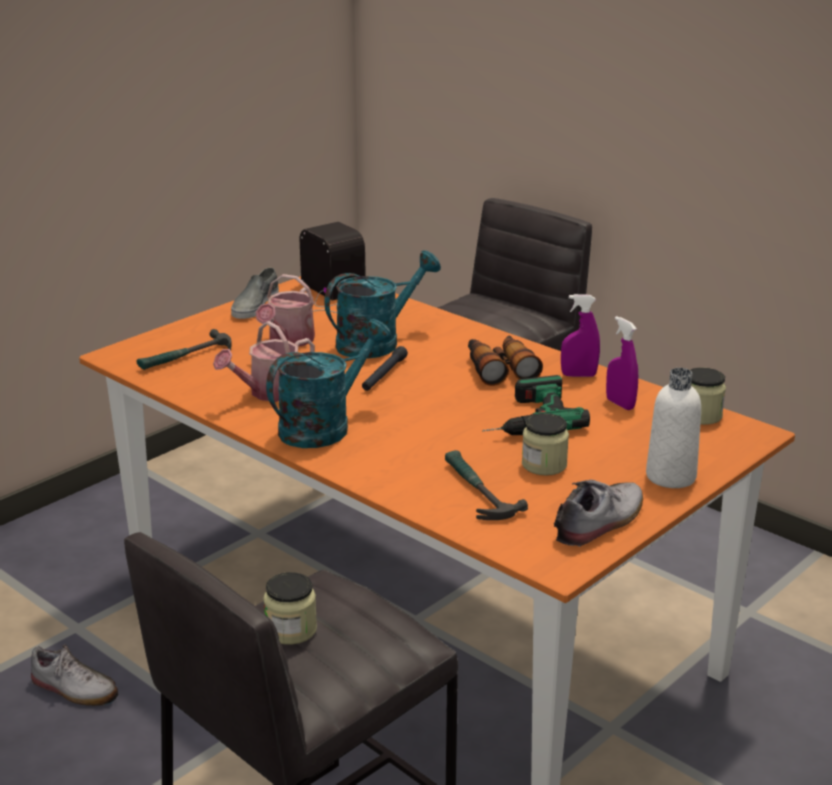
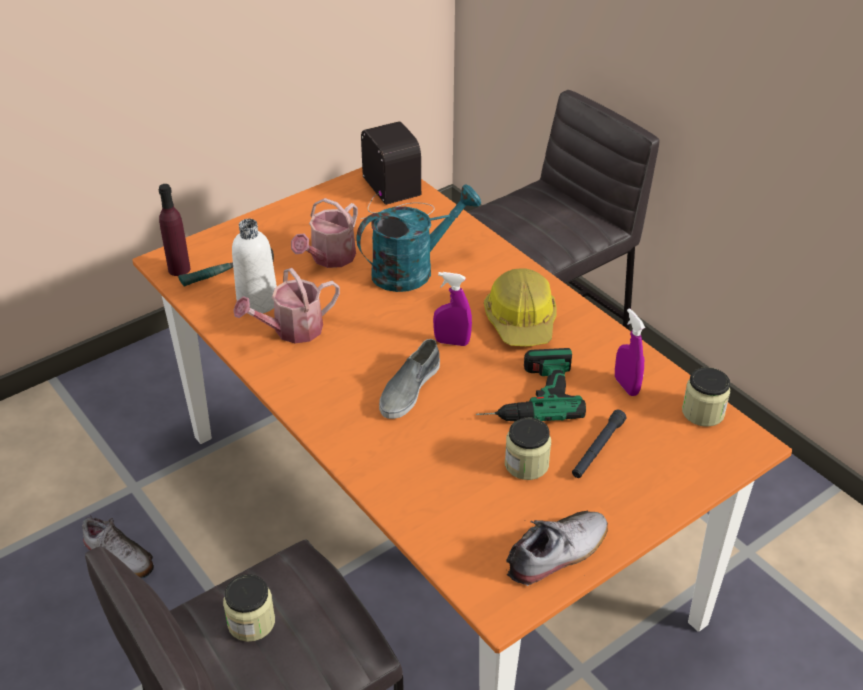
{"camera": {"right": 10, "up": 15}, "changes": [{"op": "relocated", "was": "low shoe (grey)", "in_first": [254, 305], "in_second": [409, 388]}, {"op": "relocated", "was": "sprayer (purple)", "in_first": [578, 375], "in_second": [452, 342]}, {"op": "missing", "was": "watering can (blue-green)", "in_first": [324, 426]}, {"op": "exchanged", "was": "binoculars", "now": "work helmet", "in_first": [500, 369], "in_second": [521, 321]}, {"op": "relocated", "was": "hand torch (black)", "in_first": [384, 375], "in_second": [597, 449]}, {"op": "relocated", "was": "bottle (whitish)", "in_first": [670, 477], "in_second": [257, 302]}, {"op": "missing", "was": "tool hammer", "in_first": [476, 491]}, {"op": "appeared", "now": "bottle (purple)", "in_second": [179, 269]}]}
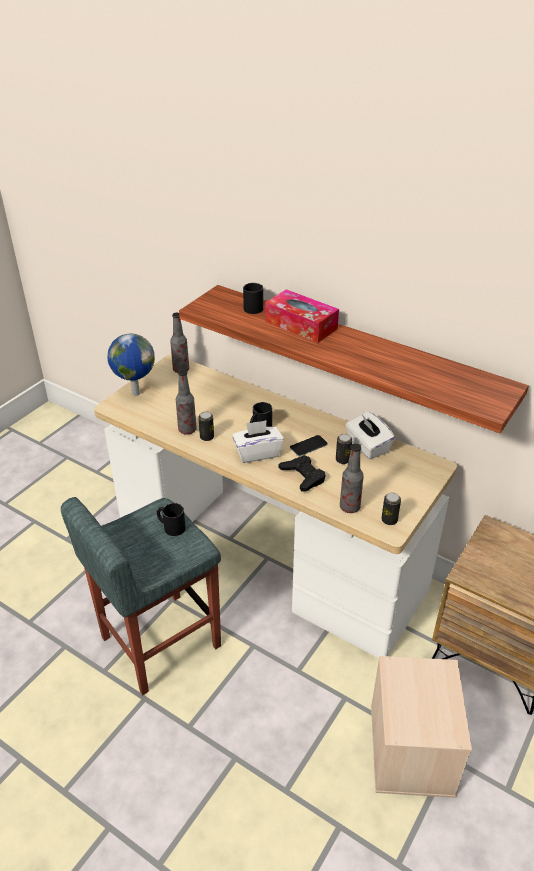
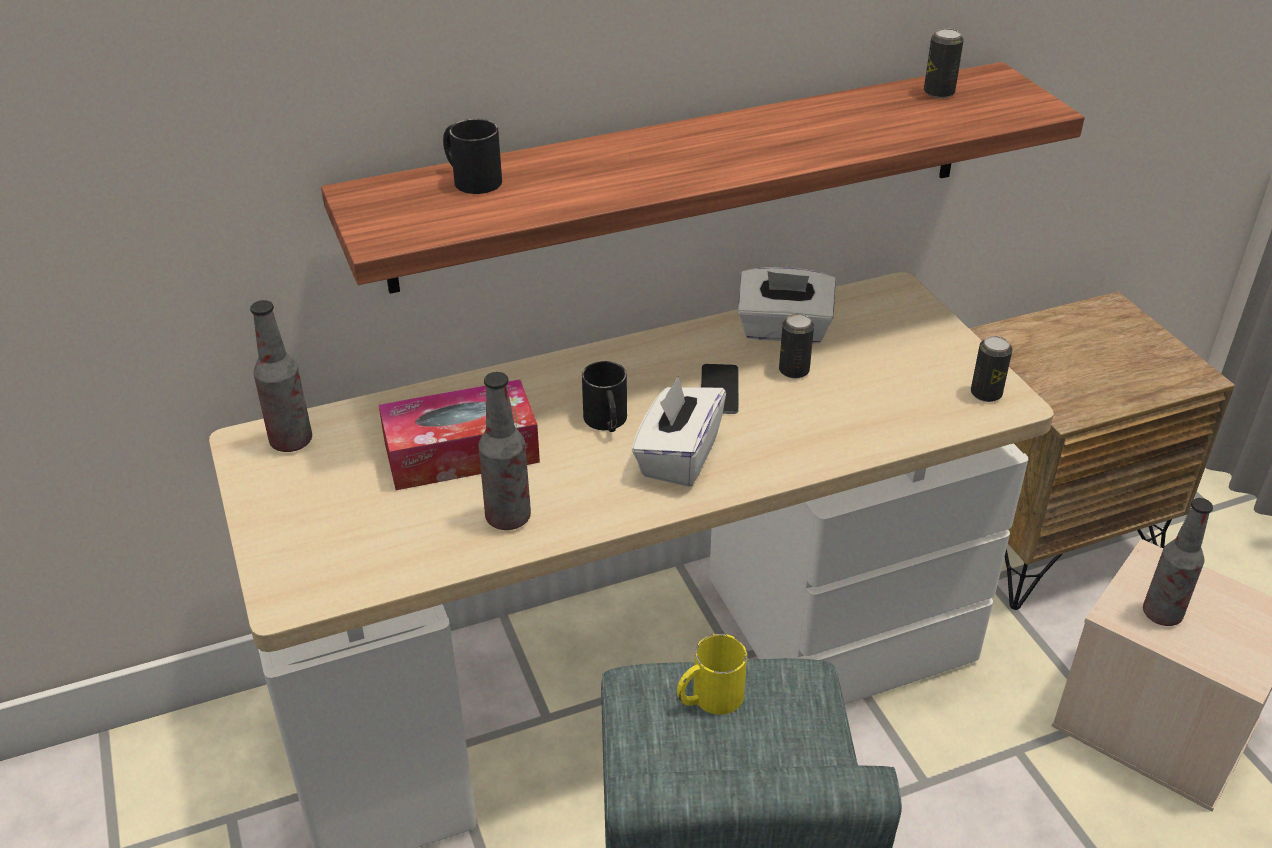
{"camera": {"right": -55, "up": 0}, "changes": [{"op": "relocated", "was": "box of tissues", "in_first": [301, 325], "in_second": [461, 452]}, {"op": "missing", "was": "globe", "in_first": [135, 393]}, {"op": "relocated", "was": "metal can", "in_first": [207, 437], "in_second": [939, 92]}, {"op": "relocated", "was": "bottle", "in_first": [349, 507], "in_second": [1161, 614]}, {"op": "missing", "was": "gamepad (black)", "in_first": [303, 476]}, {"op": "colour", "was": "coffee mug (black)", "now": "coffee mug (yellow)", "in_first": [171, 526], "in_second": [709, 698]}]}
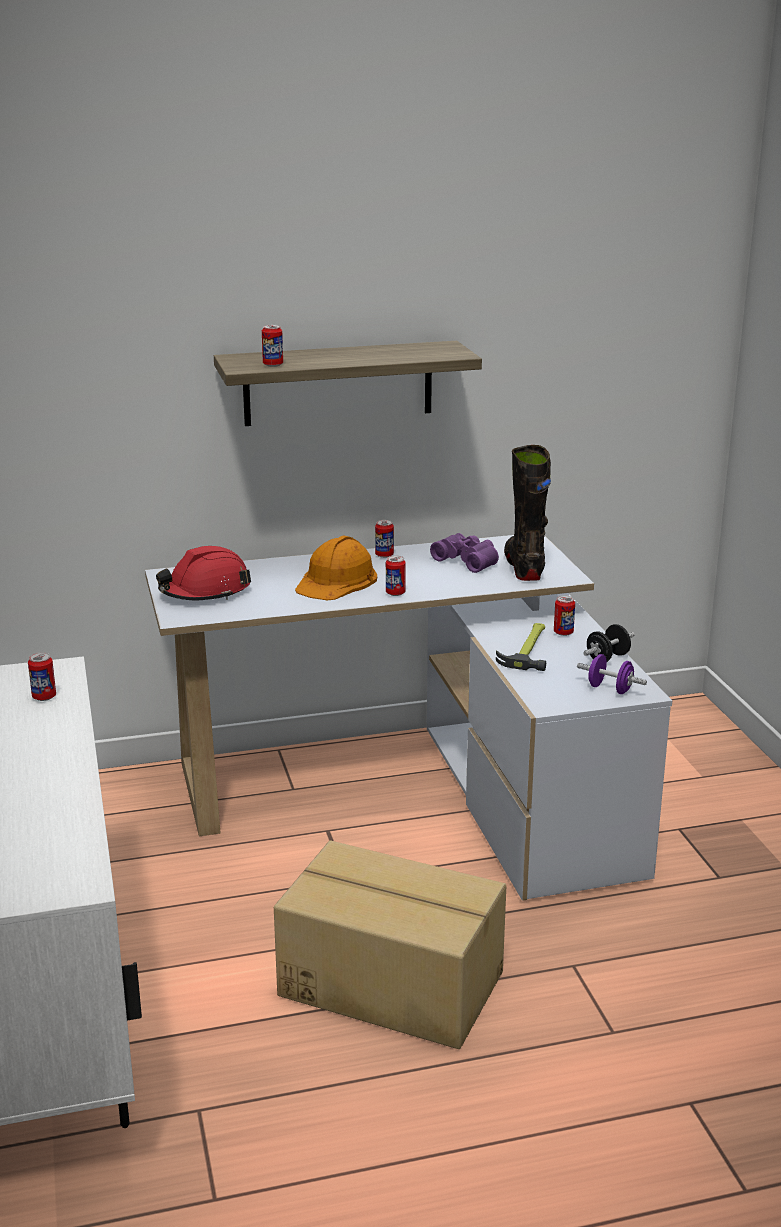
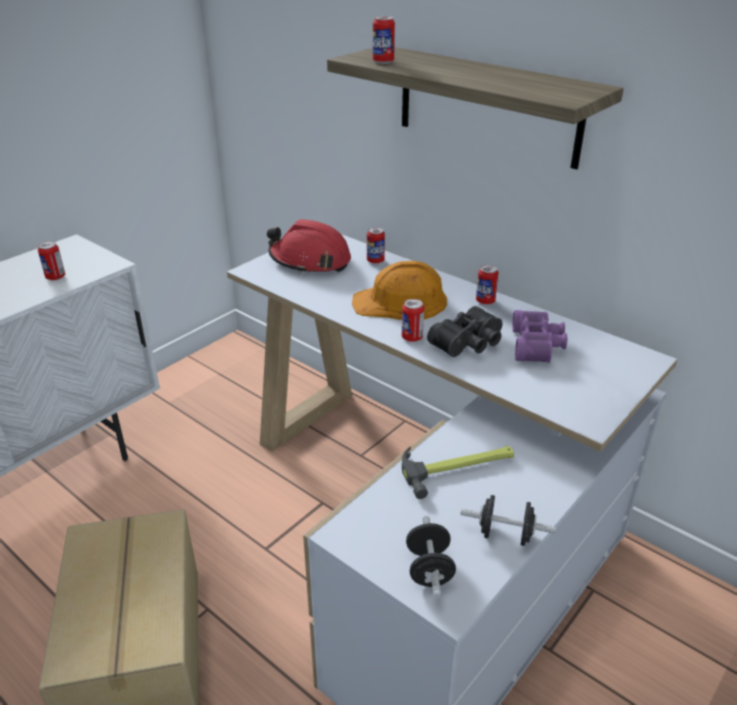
{"camera": {"right": 55, "up": 10}, "changes": [{"op": "missing", "was": "tall boot (black)", "in_first": [524, 567]}, {"op": "relocated", "was": "metal can", "in_first": [563, 632], "in_second": [375, 261]}, {"op": "colour", "was": "dumbbell (purple)", "now": "dumbbell (black)", "in_first": [610, 689], "in_second": [429, 569]}, {"op": "appeared", "now": "binoculars (black)", "in_second": [470, 343]}]}
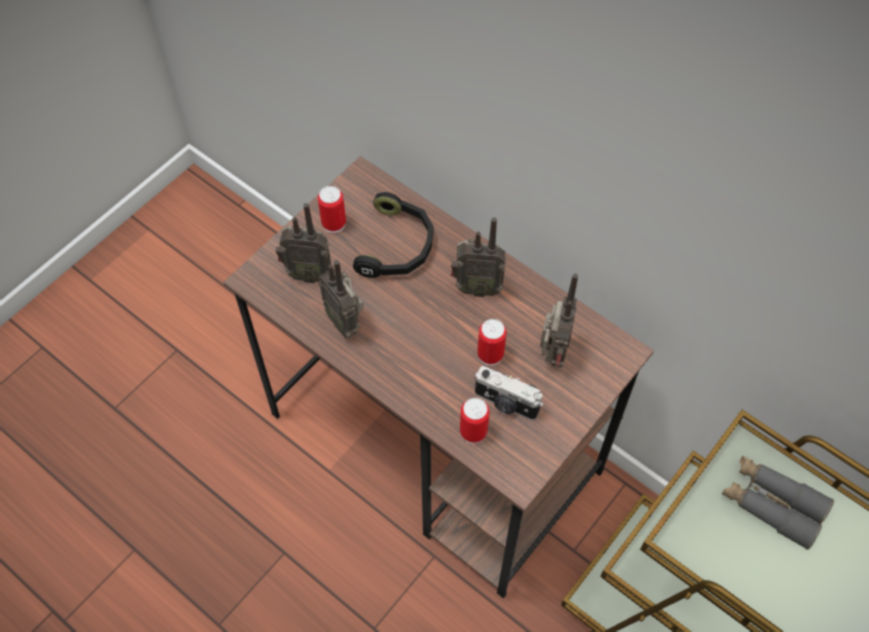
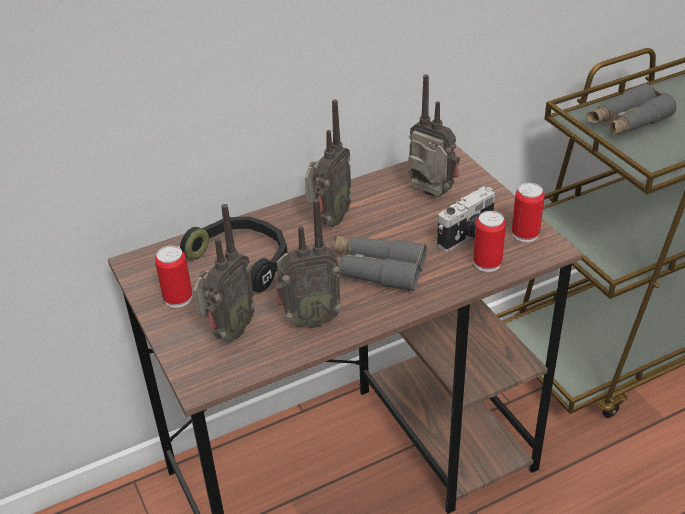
{"camera": {"right": -65, "up": -20}, "changes": [{"op": "relocated", "was": "metal can", "in_first": [490, 354], "in_second": [525, 234]}, {"op": "appeared", "now": "binoculars (grey)", "in_second": [373, 270]}]}
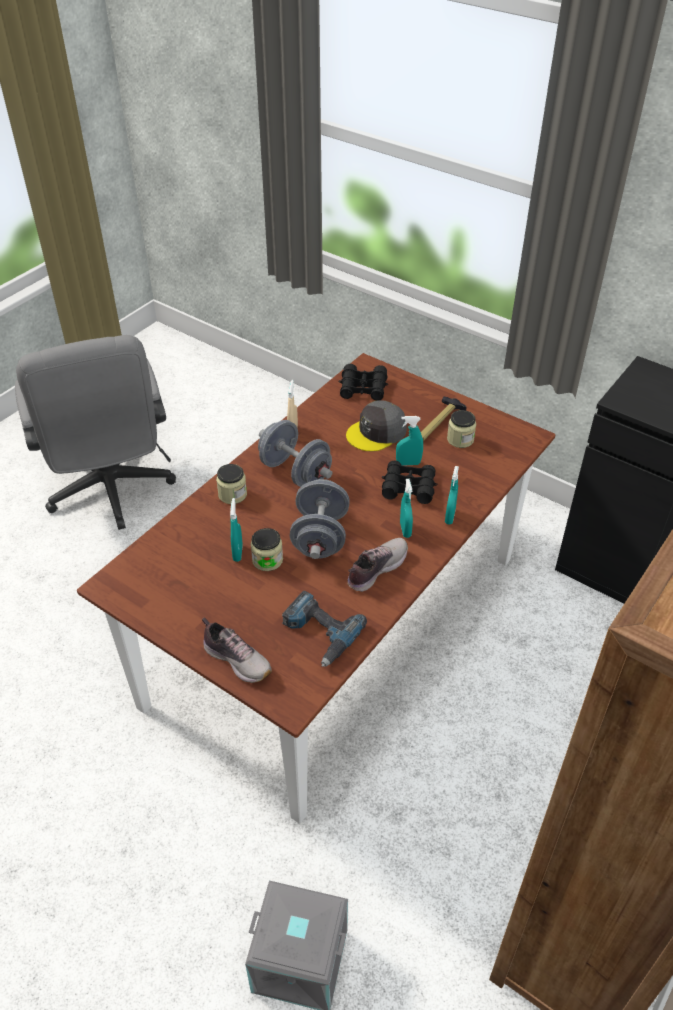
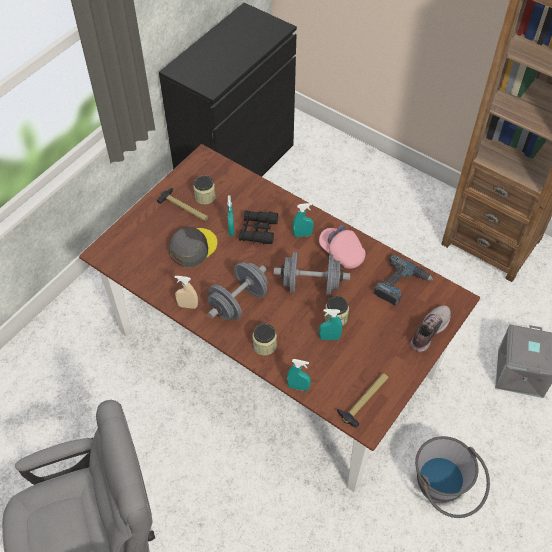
{"camera": {"right": -90, "up": 10}, "changes": [{"op": "missing", "was": "binoculars (black)", "in_first": [363, 388]}, {"op": "spun", "was": "peaked cap (grey)", "in_first": [377, 432], "in_second": [193, 248], "clockwise": -105}, {"op": "relocated", "was": "sprayer (blue-green)", "in_first": [450, 517], "in_second": [298, 387]}, {"op": "exchanged", "was": "low shoe", "now": "peaked cap (pinkish)", "in_first": [375, 569], "in_second": [341, 253]}, {"op": "appeared", "now": "tool hammer", "in_second": [364, 399]}, {"op": "appeared", "now": "pail (grey)", "in_second": [444, 491]}]}
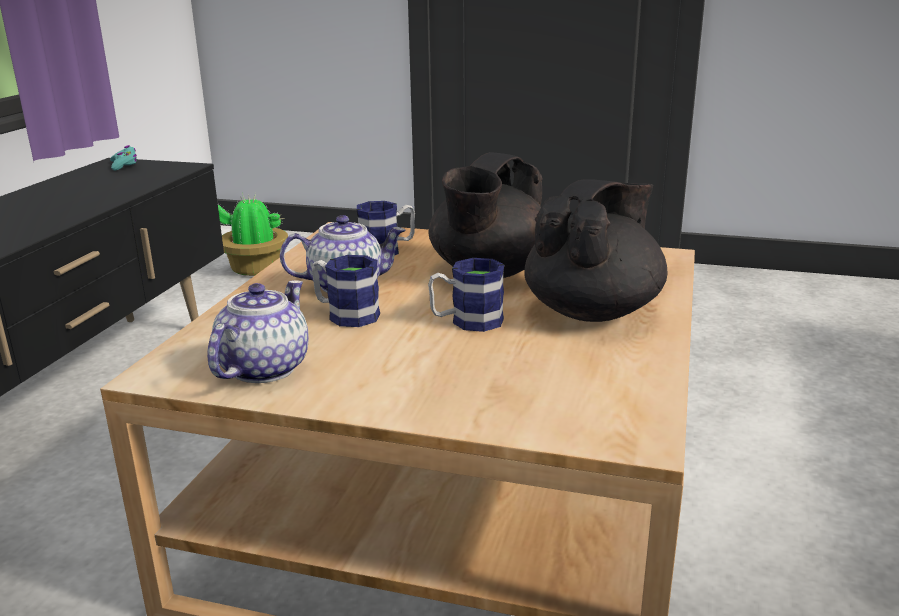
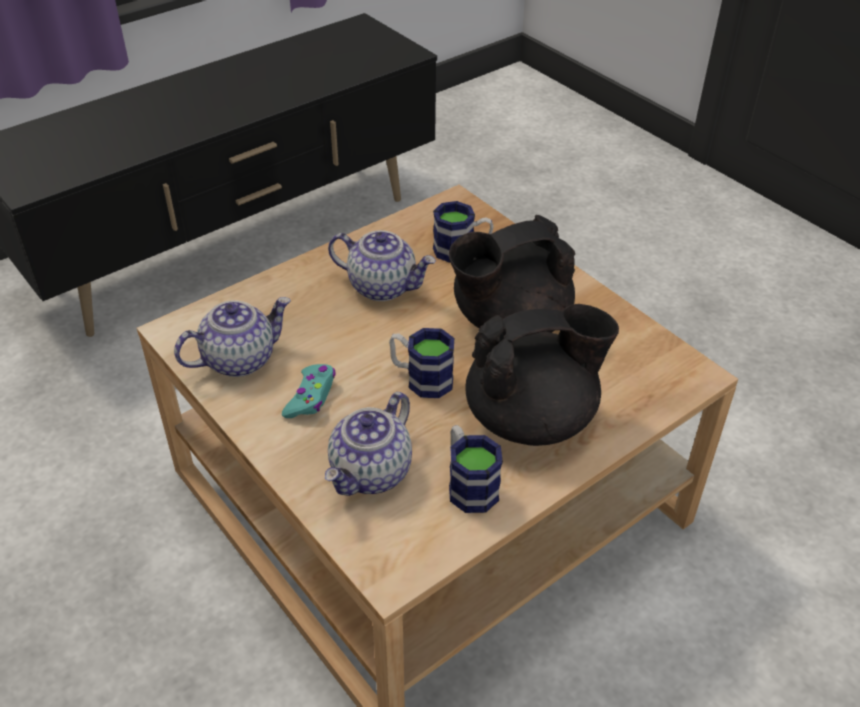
{"camera": {"right": 35, "up": 20}, "changes": [{"op": "relocated", "was": "gamepad (blue-green)", "in_first": [124, 164], "in_second": [311, 397]}, {"op": "missing", "was": "houseplant", "in_first": [253, 269]}, {"op": "relocated", "was": "coffee mug", "in_first": [345, 314], "in_second": [468, 484]}, {"op": "appeared", "now": "teapot", "in_second": [371, 473]}]}
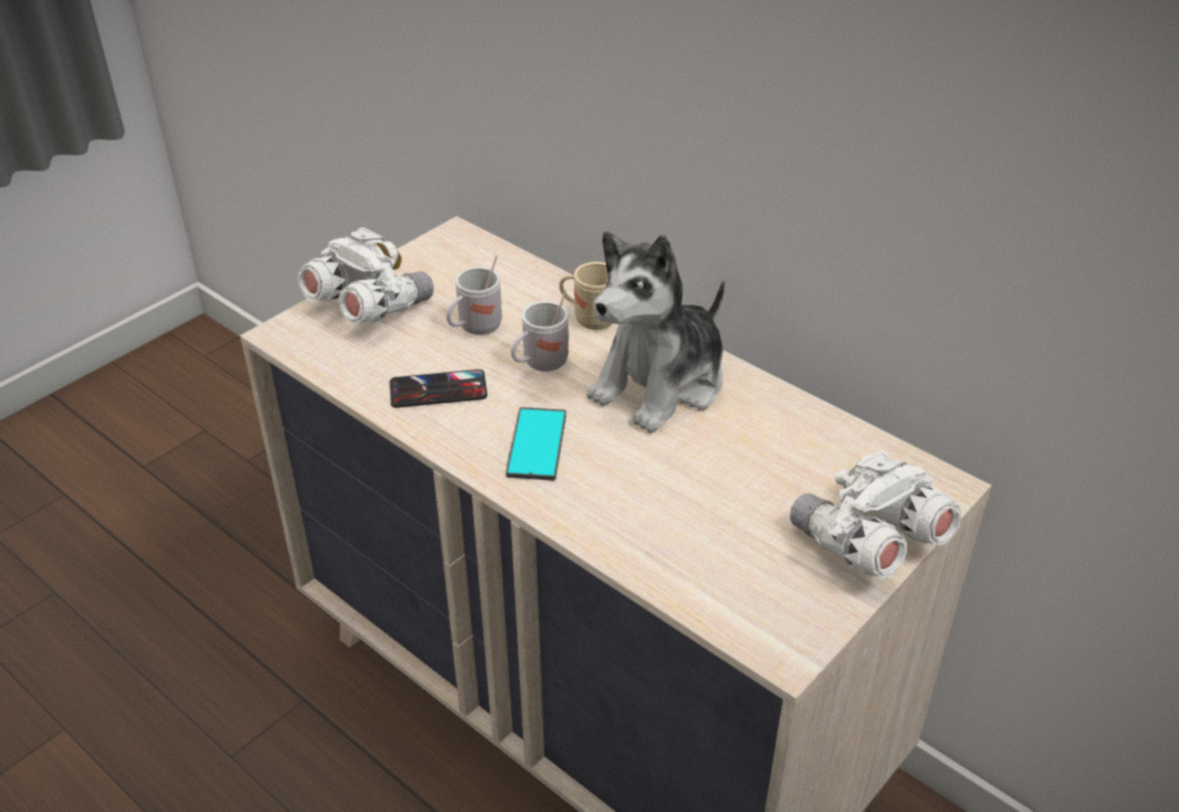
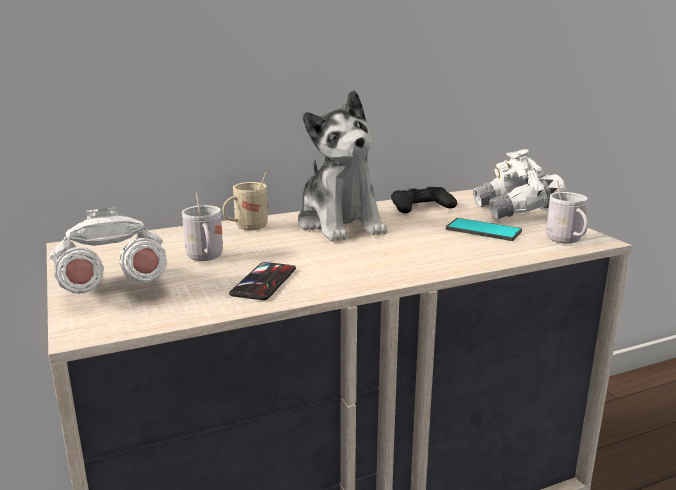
{"camera": {"right": -65, "up": -20}, "changes": [{"op": "relocated", "was": "coffee mug (whitish)", "in_first": [540, 364], "in_second": [566, 242]}, {"op": "relocated", "was": "phone", "in_first": [536, 444], "in_second": [483, 230]}, {"op": "appeared", "now": "gamepad (black)", "in_second": [421, 207]}]}
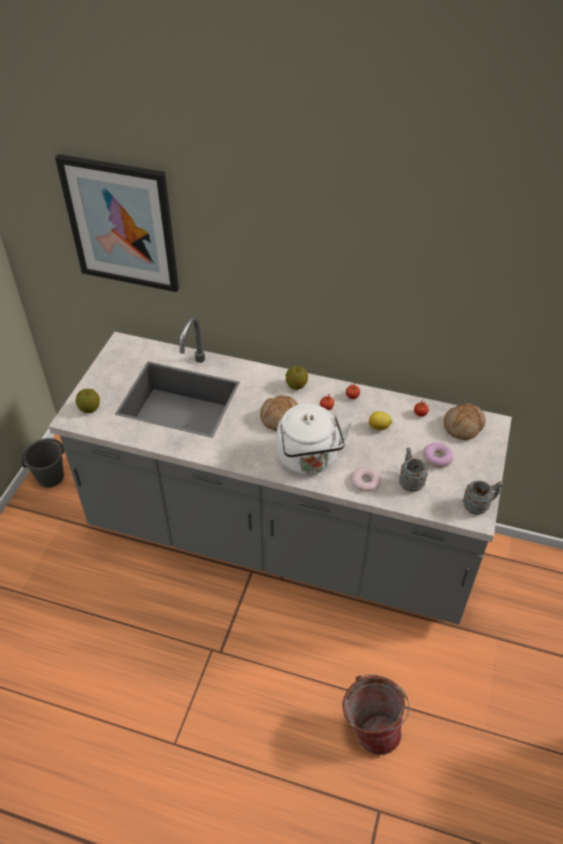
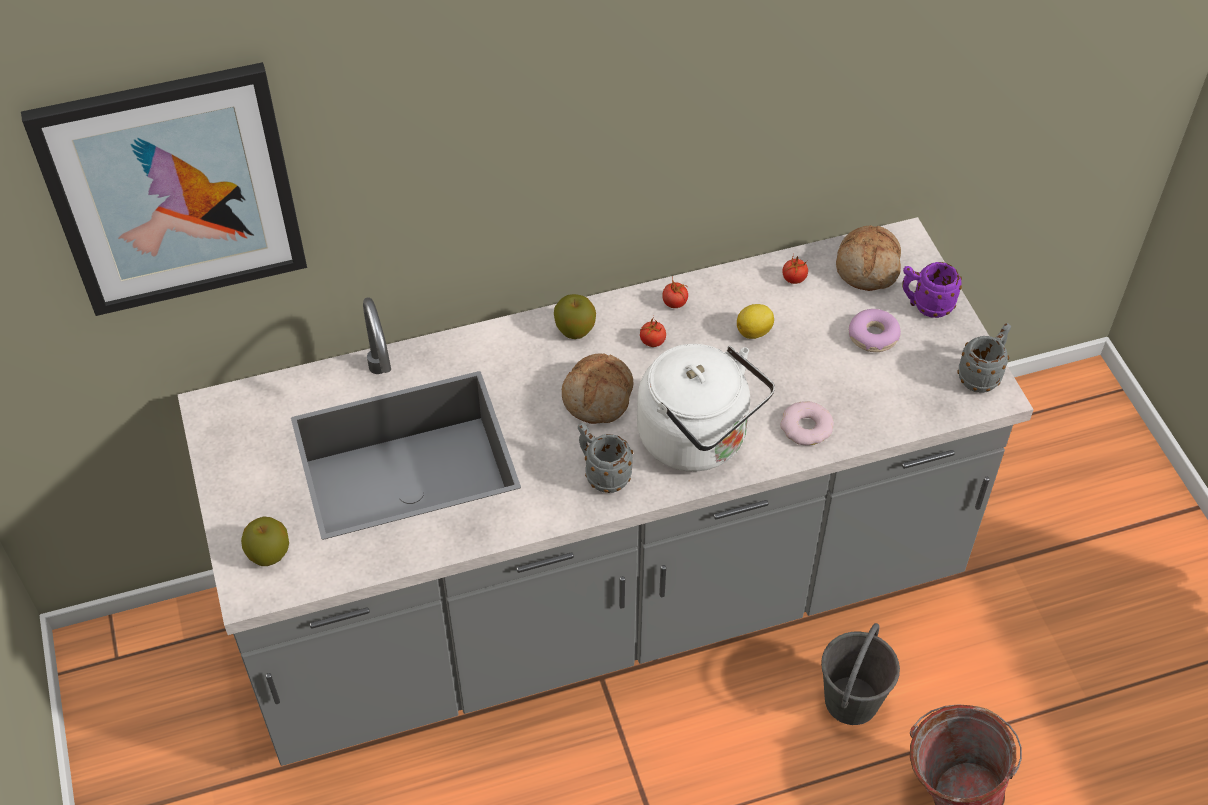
{"camera": {"right": -35, "up": 5}, "changes": [{"op": "relocated", "was": "pail (grey)", "in_first": [50, 477], "in_second": [851, 701]}, {"op": "relocated", "was": "coffee mug (grey)", "in_first": [409, 480], "in_second": [602, 474]}, {"op": "appeared", "now": "coffee mug (purple)", "in_second": [925, 305]}]}
